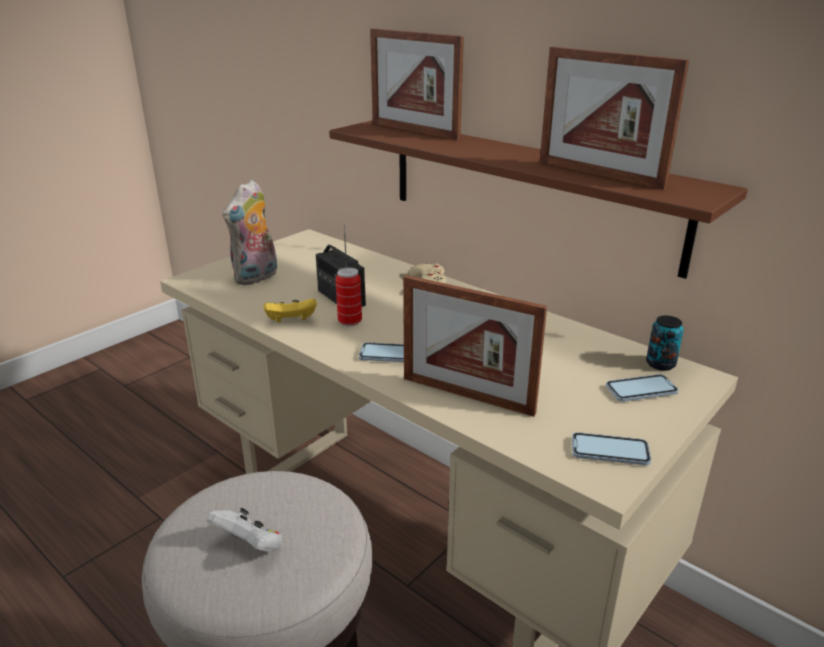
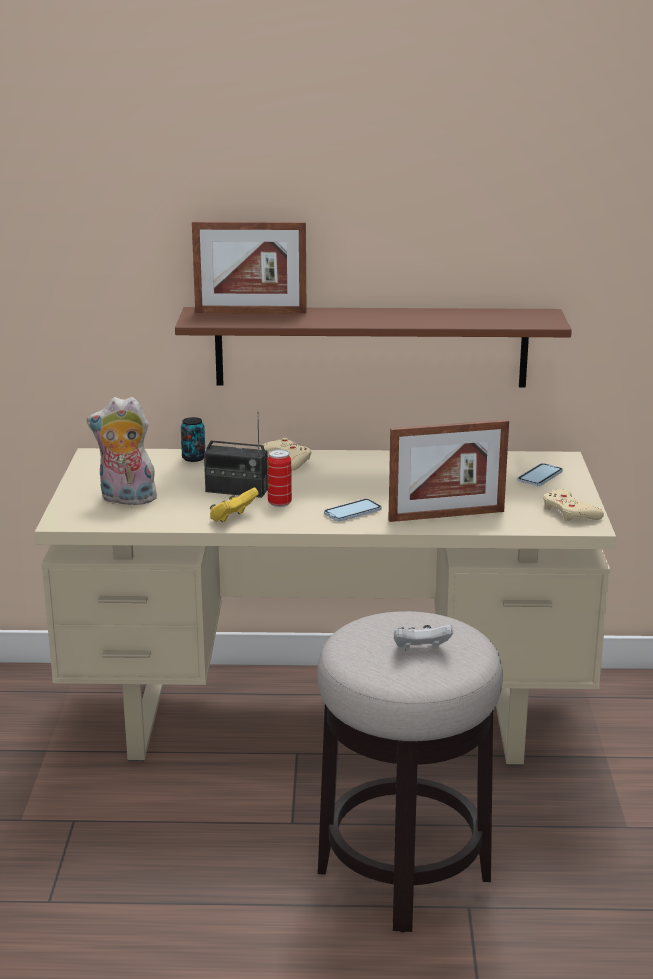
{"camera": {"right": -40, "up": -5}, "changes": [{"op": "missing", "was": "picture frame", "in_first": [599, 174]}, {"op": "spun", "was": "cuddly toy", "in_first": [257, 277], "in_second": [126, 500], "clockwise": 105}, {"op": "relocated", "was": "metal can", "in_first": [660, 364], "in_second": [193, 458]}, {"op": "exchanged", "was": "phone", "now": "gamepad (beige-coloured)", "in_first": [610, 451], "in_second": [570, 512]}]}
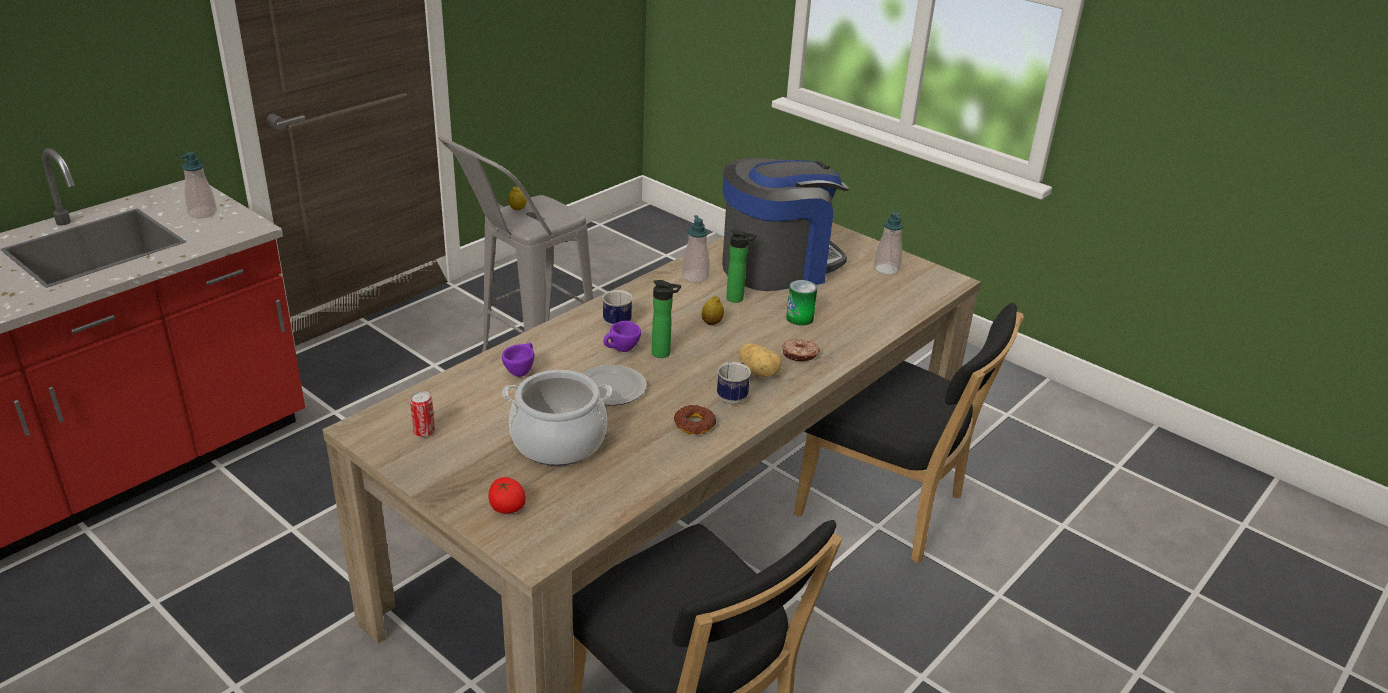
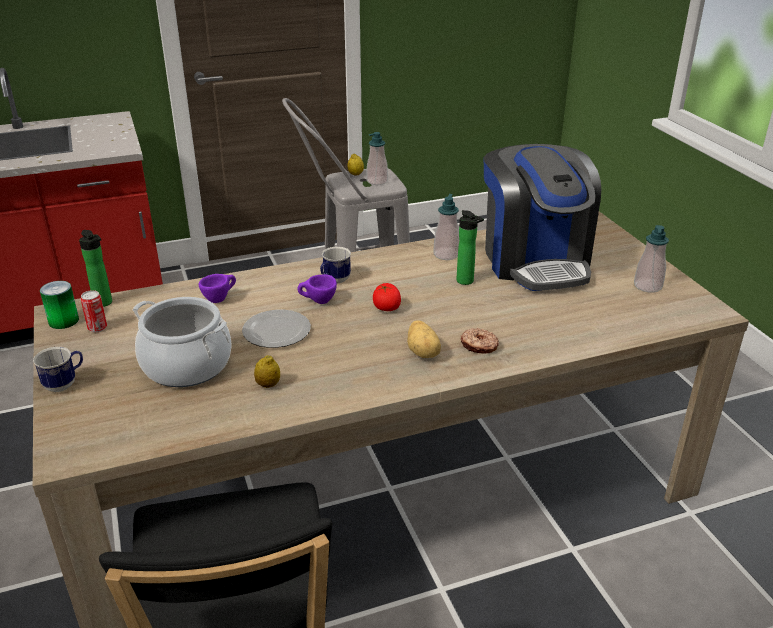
{"camera": {"right": 30, "up": 0}, "changes": [{"op": "relocated", "was": "soap bottle", "in_first": [202, 213], "in_second": [377, 181]}, {"op": "spun", "was": "coffee maker", "in_first": [778, 266], "in_second": [535, 261], "clockwise": 75}, {"op": "relocated", "was": "bottle", "in_first": [663, 354], "in_second": [104, 303]}, {"op": "relocated", "was": "metal can", "in_first": [799, 318], "in_second": [63, 321]}, {"op": "relocated", "was": "lemon", "in_first": [712, 323], "in_second": [268, 385]}, {"op": "missing", "was": "upright chair (black)", "in_first": [887, 508]}, {"op": "relocated", "was": "coffee mug", "in_first": [733, 397], "in_second": [65, 384]}, {"op": "missing", "was": "donut", "in_first": [694, 424]}, {"op": "relocated", "was": "fresh tomato", "in_first": [507, 508], "in_second": [386, 308]}]}
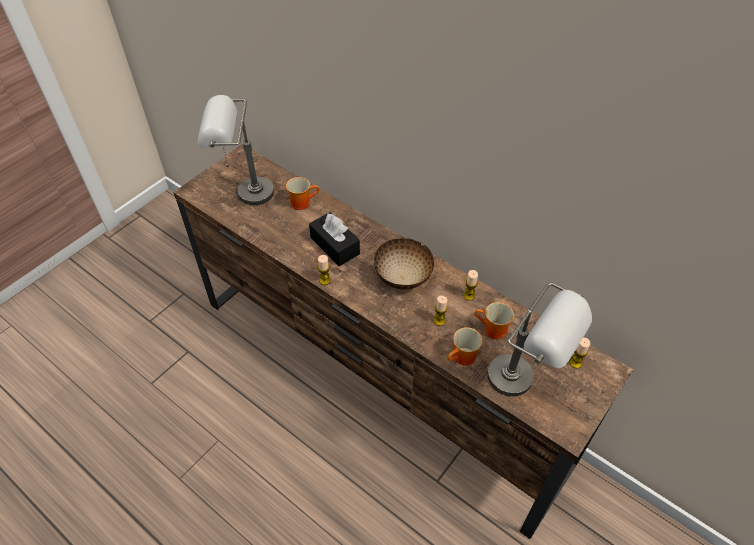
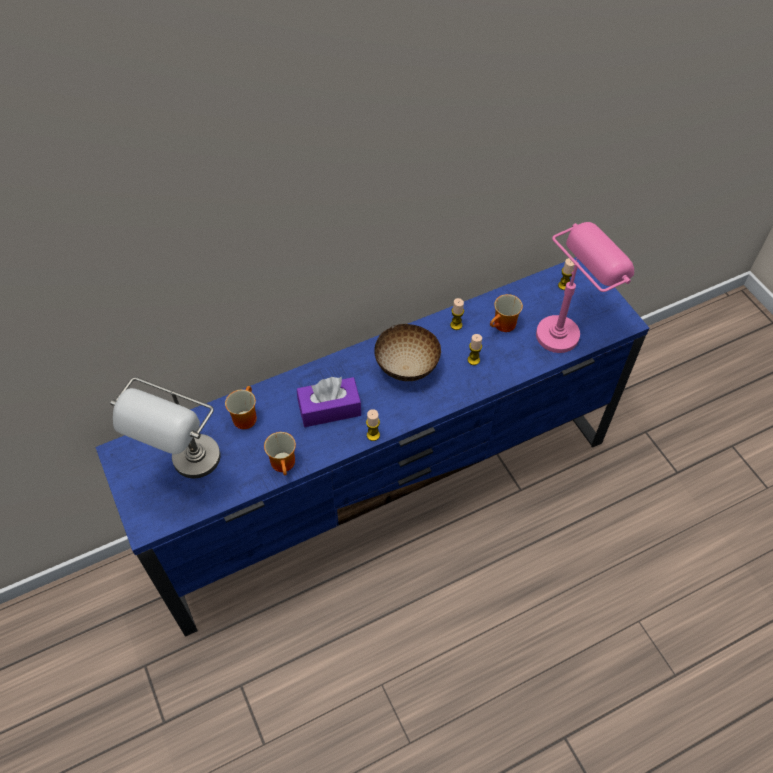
{"camera": {"right": -65, "up": 5}, "changes": [{"op": "colour", "was": "tv unit (brown)", "now": "tv unit (bluish)", "in_first": [378, 379], "in_second": [388, 493]}, {"op": "colour", "was": "box of tissues (black)", "now": "box of tissues (purple)", "in_first": [335, 246], "in_second": [329, 409]}, {"op": "colour", "was": "lamp for a table (grey)", "now": "lamp for a table (pinkish)", "in_first": [525, 383], "in_second": [568, 328]}, {"op": "relocated", "was": "coffee mug", "in_first": [463, 358], "in_second": [285, 464]}]}
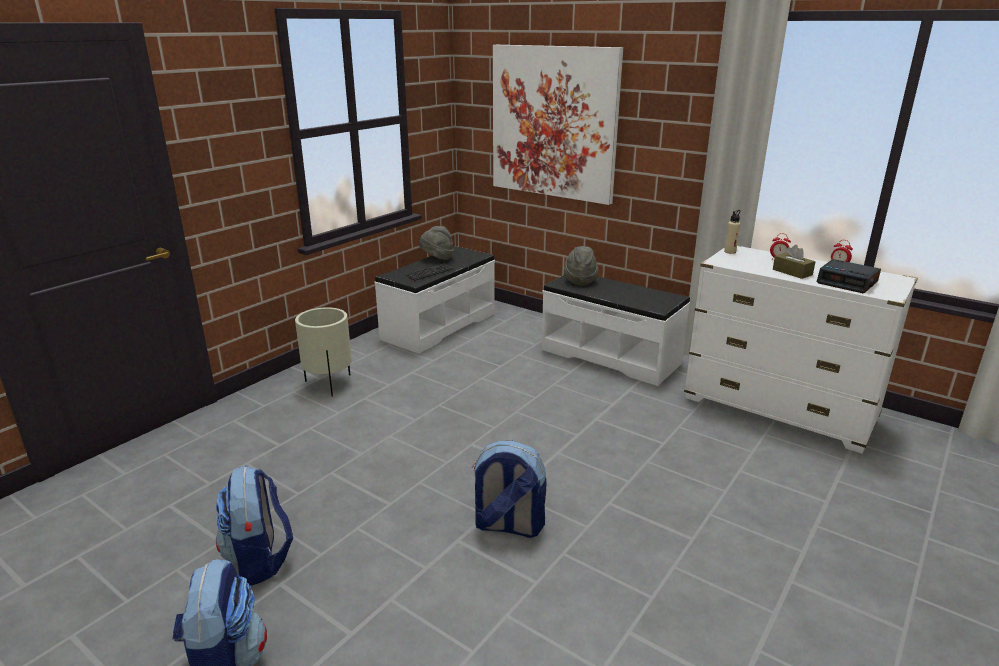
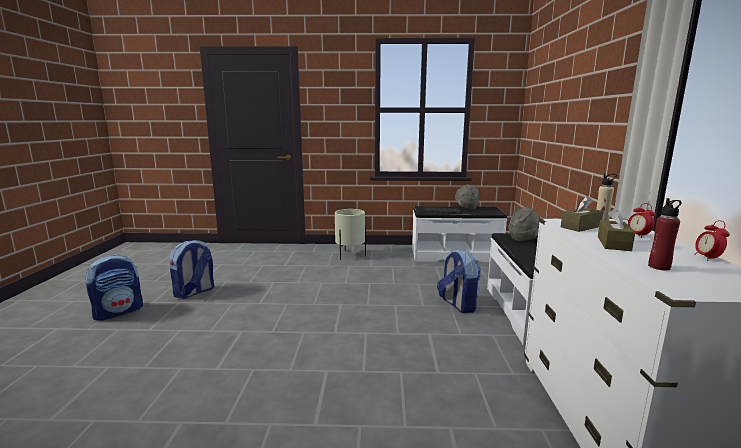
{"camera": {"right": 55, "up": -10}, "changes": [{"op": "missing", "was": "wall art", "in_first": [553, 123]}, {"op": "exchanged", "was": "bedside clock", "now": "bottle (reddish)", "in_first": [848, 282], "in_second": [659, 267]}, {"op": "relocated", "was": "rucksack", "in_first": [507, 525], "in_second": [457, 304]}, {"op": "appeared", "now": "box of tissues (brown)", "in_second": [580, 227]}]}
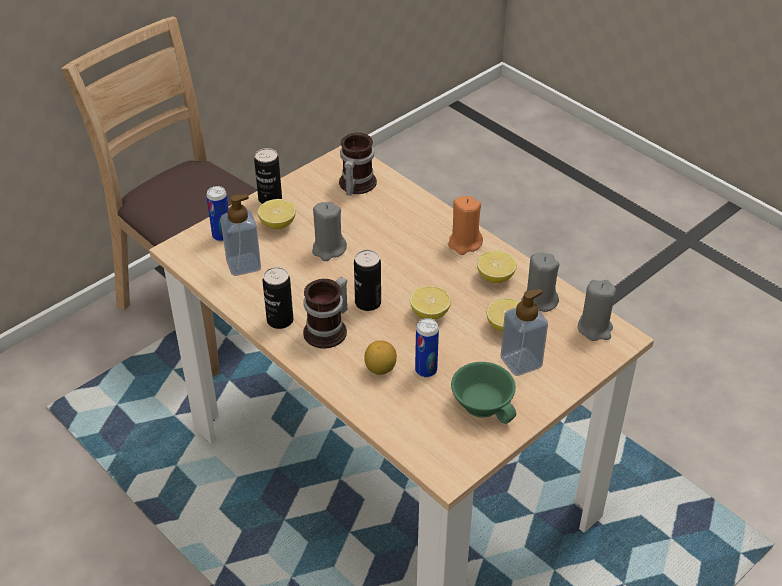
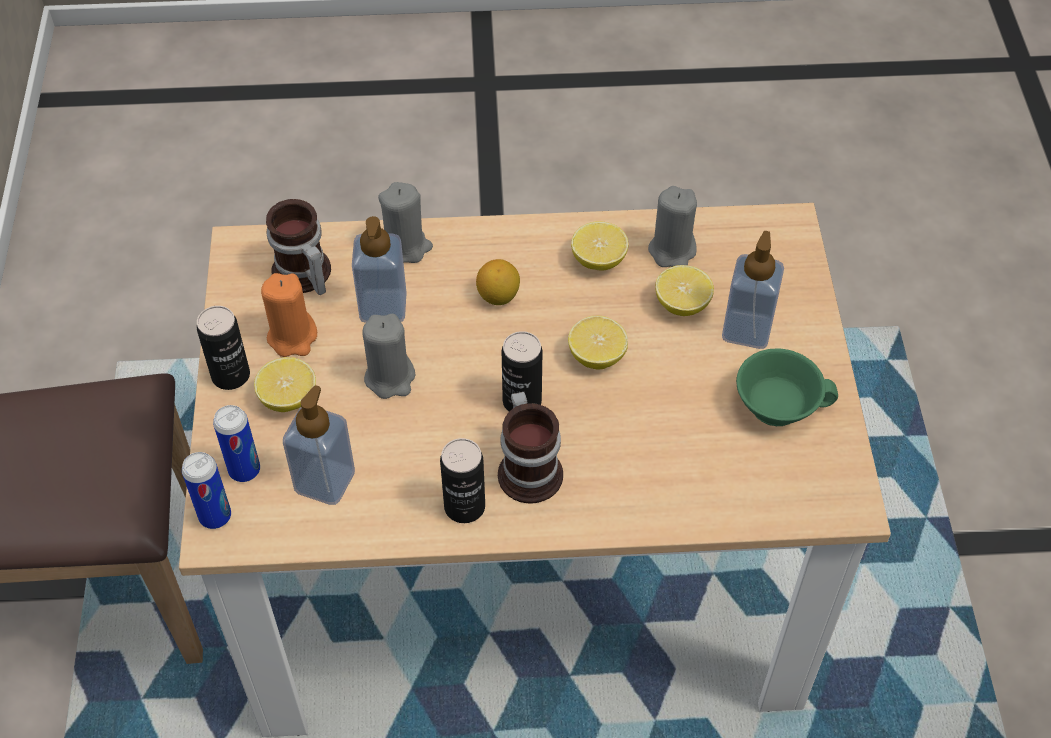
{"camera": {"right": -50, "up": 10}, "changes": [{"op": "relocated", "was": "candle (orange-coloured)", "in_first": [464, 243], "in_second": [292, 337]}, {"op": "relocated", "was": "candle (grey)", "in_first": [595, 328], "in_second": [406, 246]}, {"op": "relocated", "was": "metal can", "in_first": [426, 370], "in_second": [215, 516]}, {"op": "relocated", "was": "lemon", "in_first": [380, 369], "in_second": [498, 296]}, {"op": "appeared", "now": "soap bottle", "in_second": [383, 307]}]}
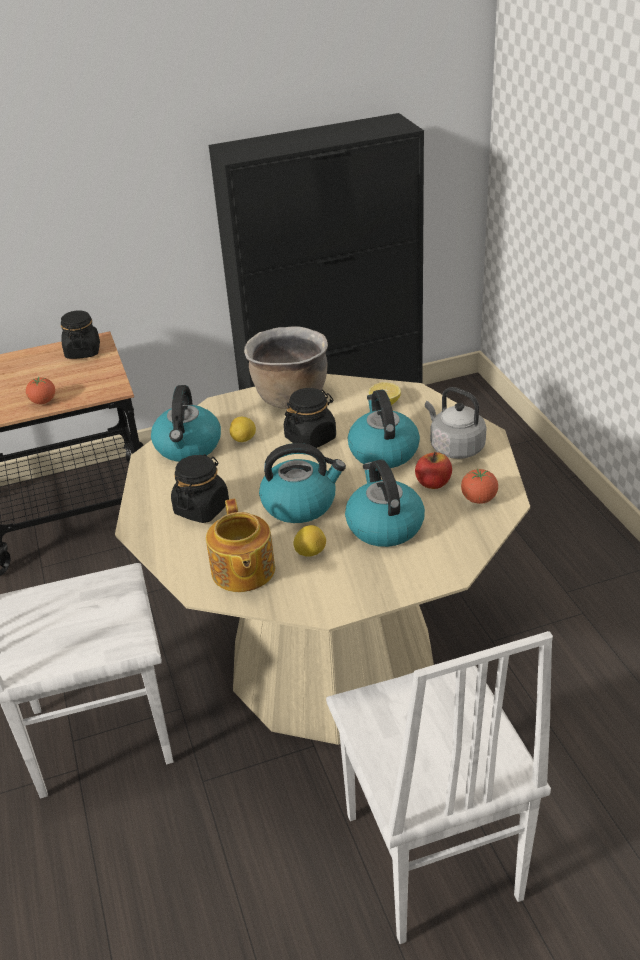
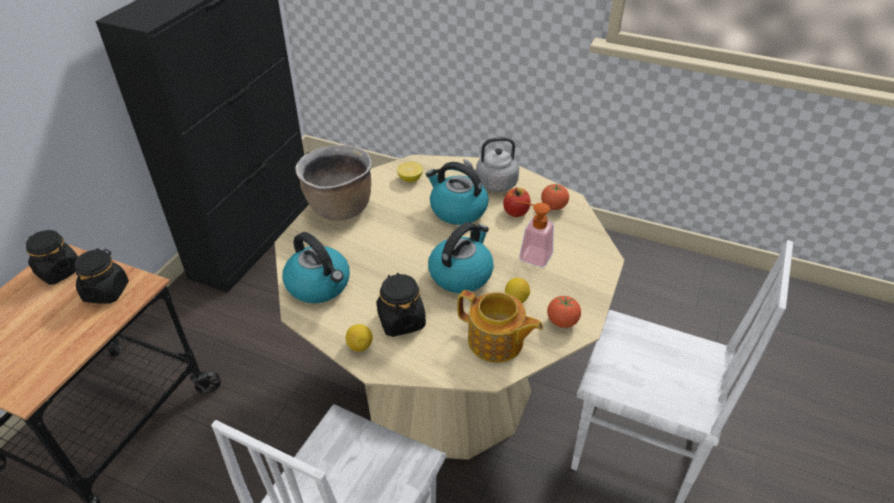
{"camera": {"right": -50, "up": 5}, "changes": [{"op": "relocated", "was": "fresh tomato", "in_first": [43, 401], "in_second": [562, 322]}, {"op": "relocated", "was": "storage jar (black)", "in_first": [310, 438], "in_second": [106, 291]}, {"op": "relocated", "was": "lemon", "in_first": [244, 440], "in_second": [360, 346]}, {"op": "exchanged", "was": "tea kettle", "now": "soap bottle", "in_first": [384, 525], "in_second": [530, 255]}]}
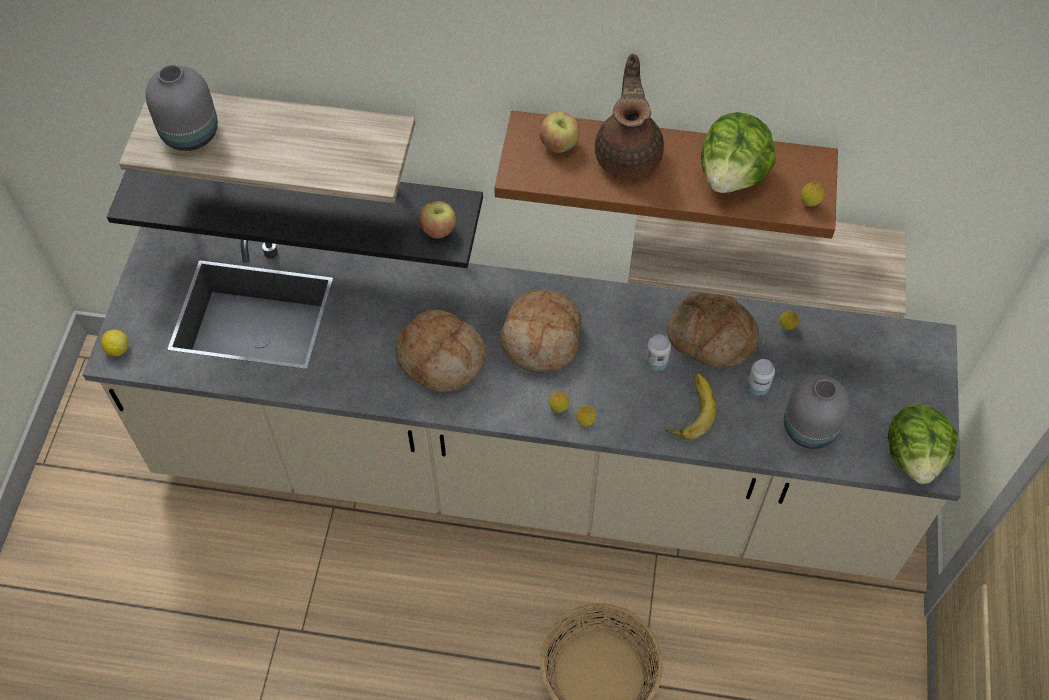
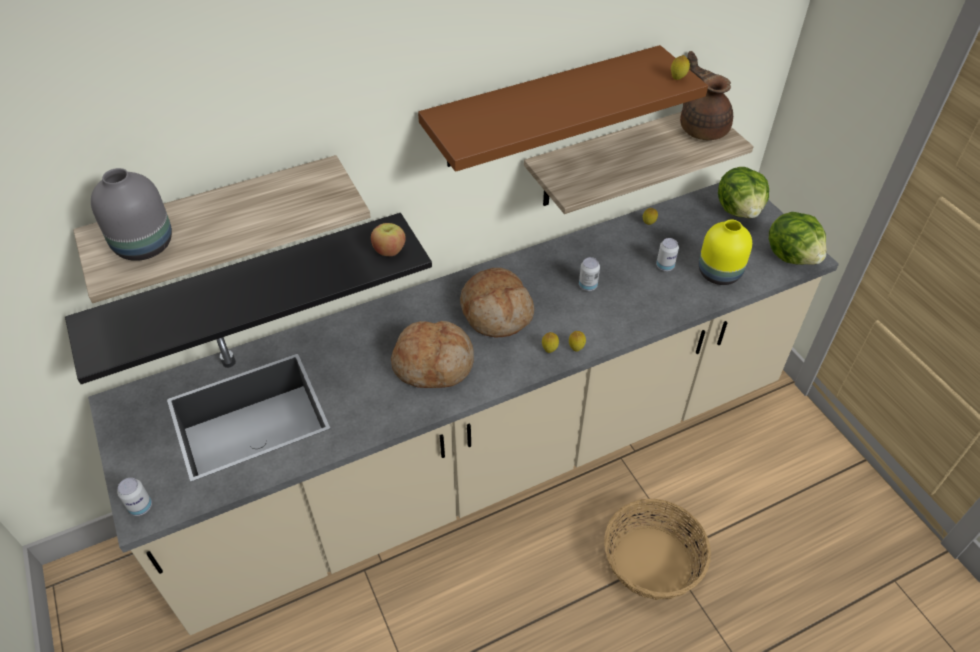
{"camera": {"right": -35, "up": -10}, "changes": [{"op": "relocated", "was": "teapot (brown)", "in_first": [629, 154], "in_second": [702, 128]}, {"op": "missing", "was": "whole apple", "in_first": [559, 145]}, {"op": "relocated", "was": "head of lettuce", "in_first": [732, 176], "in_second": [739, 210]}, {"op": "missing", "was": "bakery bread", "in_first": [710, 337]}, {"op": "exchanged", "was": "lemon", "now": "metal can", "in_first": [118, 349], "in_second": [140, 507]}, {"op": "missing", "was": "banana", "in_first": [689, 409]}, {"op": "colour", "was": "decorative vase (grey)", "now": "decorative vase (yellow)", "in_first": [810, 428], "in_second": [719, 273]}]}
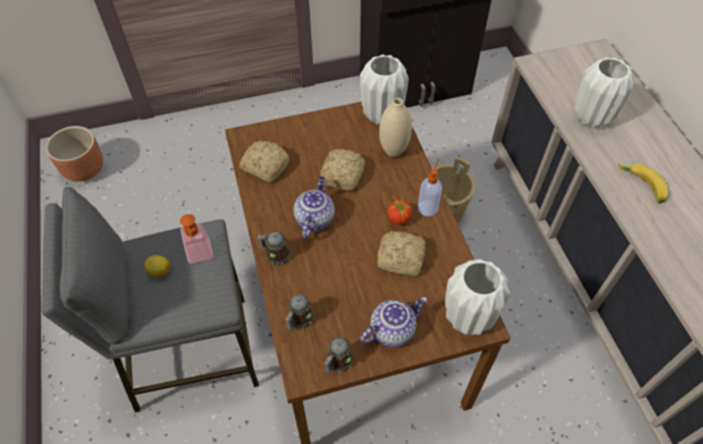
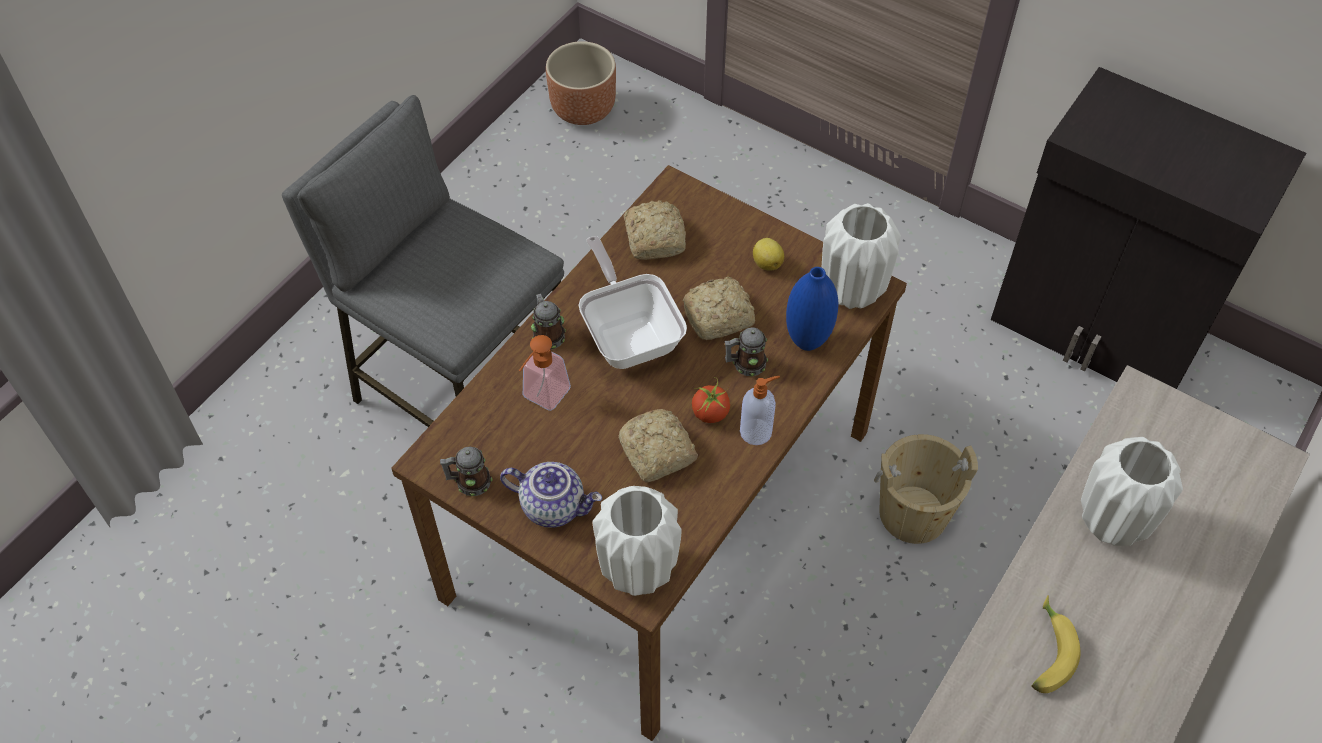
{"camera": {"right": 50, "up": 0}, "changes": [{"op": "colour", "was": "decorative vase (beige-coloured)", "now": "decorative vase (bluish)", "in_first": [393, 151], "in_second": [807, 341]}, {"op": "exchanged", "was": "teapot", "now": "pan", "in_first": [314, 218], "in_second": [629, 334]}, {"op": "relocated", "was": "soap bottle", "in_first": [200, 256], "in_second": [542, 398]}, {"op": "relocated", "was": "lemon", "in_first": [159, 271], "in_second": [767, 263]}, {"op": "relocated", "was": "coffee mug", "in_first": [299, 320], "in_second": [745, 364]}]}
